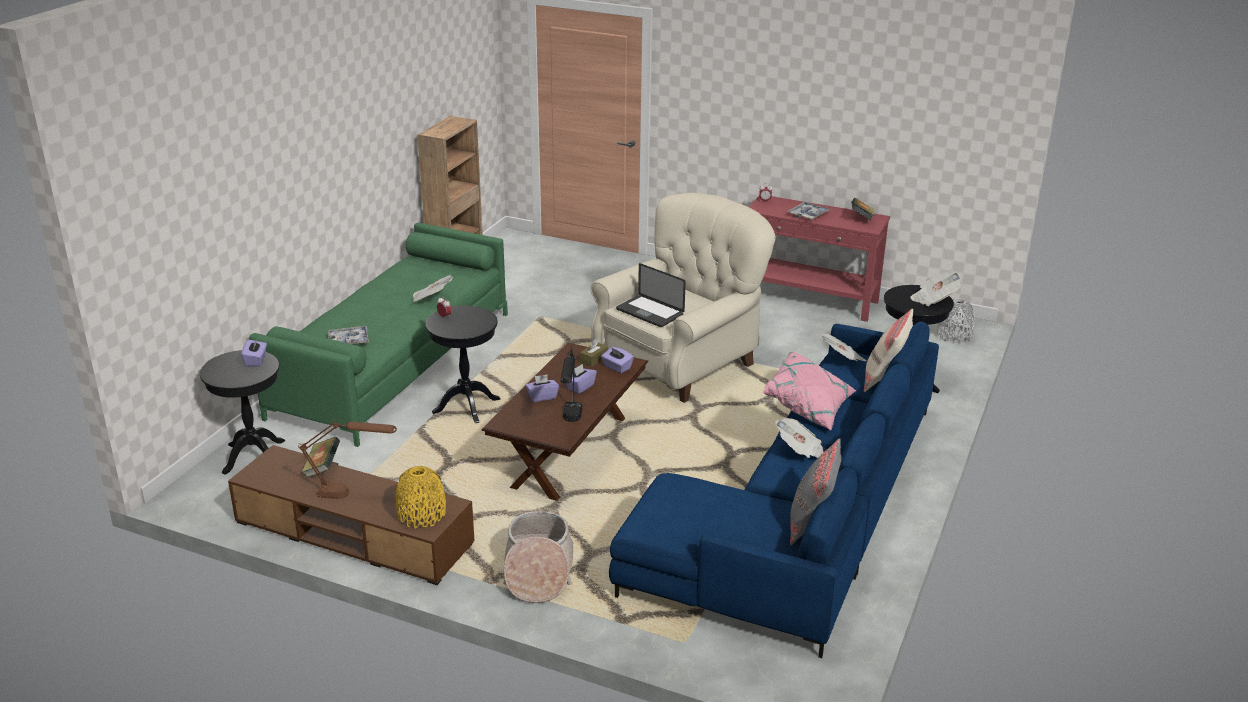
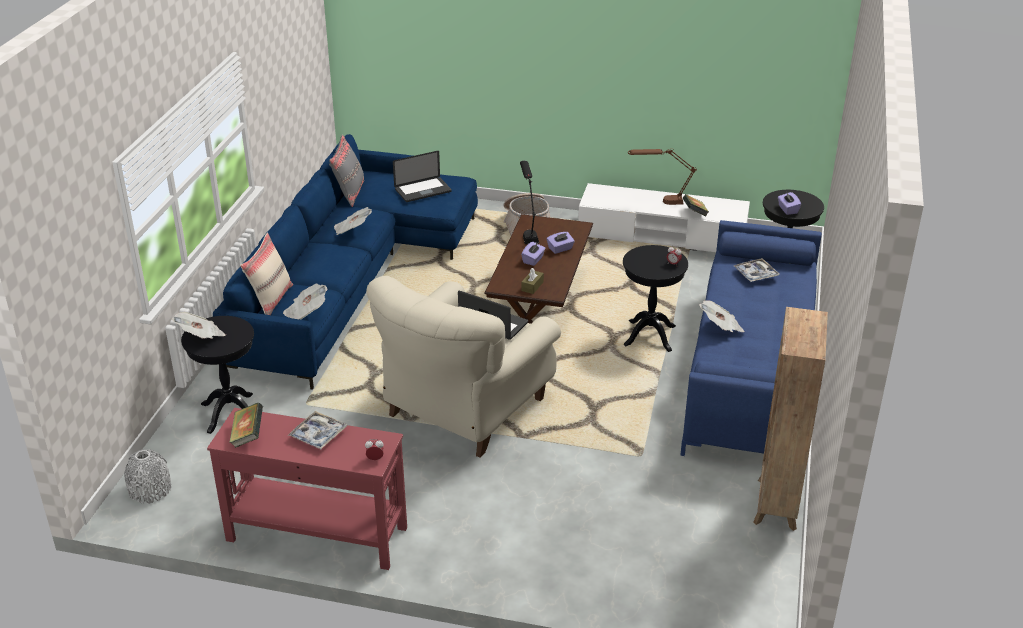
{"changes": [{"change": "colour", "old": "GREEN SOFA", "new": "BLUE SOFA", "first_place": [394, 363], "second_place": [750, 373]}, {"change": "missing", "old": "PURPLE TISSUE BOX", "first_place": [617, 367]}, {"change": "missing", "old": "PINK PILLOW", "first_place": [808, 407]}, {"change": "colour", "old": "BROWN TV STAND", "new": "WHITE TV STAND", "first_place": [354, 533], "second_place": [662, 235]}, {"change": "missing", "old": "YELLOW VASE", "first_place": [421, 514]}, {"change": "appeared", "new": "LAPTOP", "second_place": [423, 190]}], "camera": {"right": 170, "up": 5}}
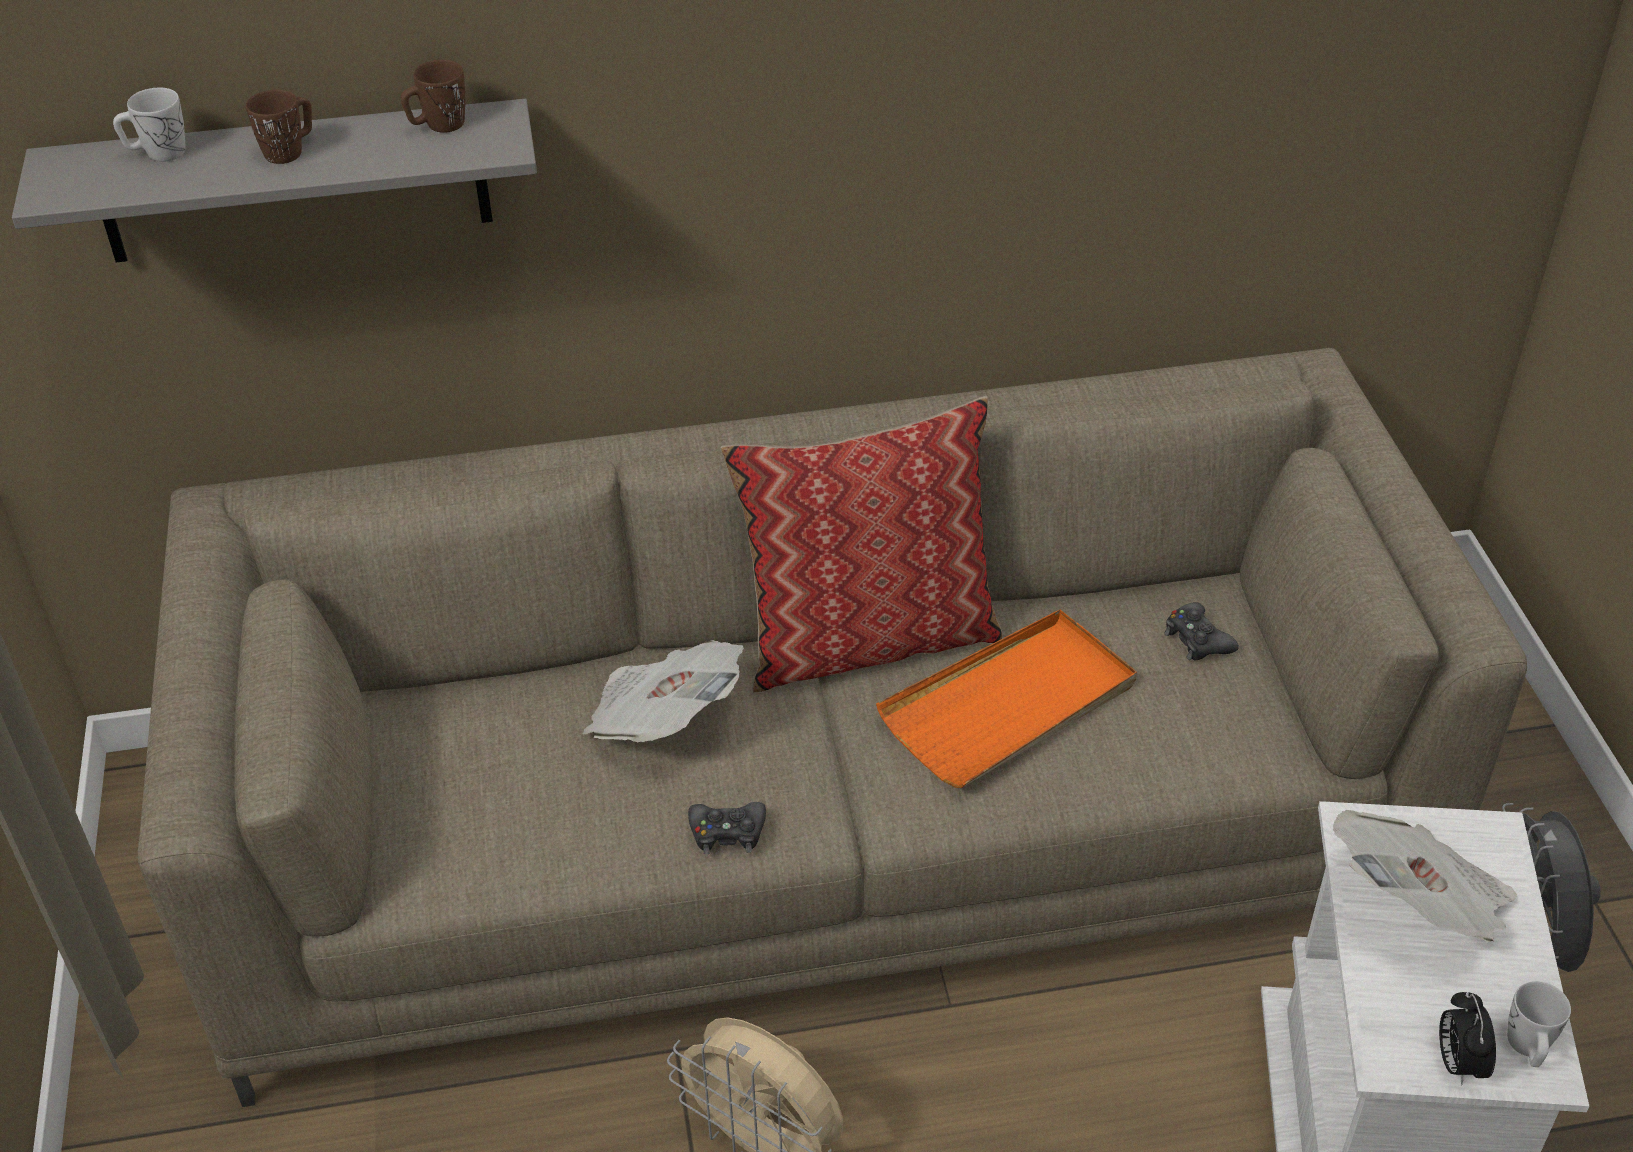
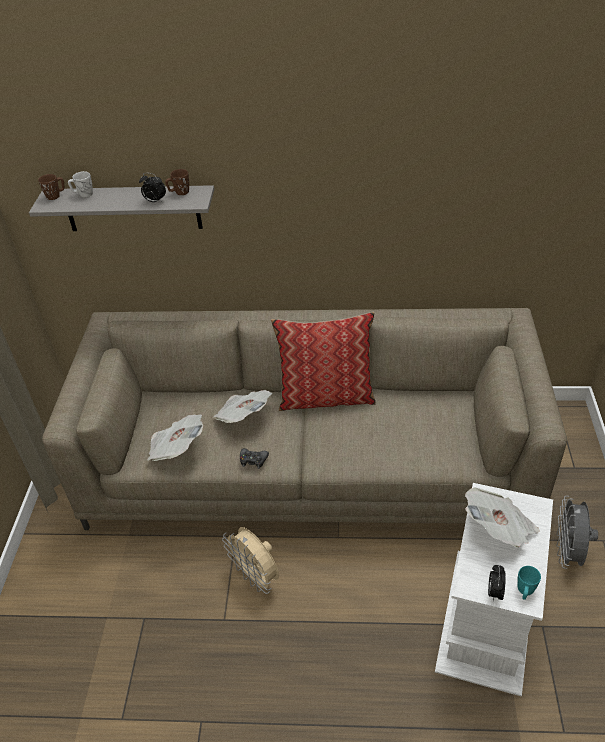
{"changes": [{"change": "relocated", "old": "BROWN MUG", "first_place": [290, 151], "second_place": [56, 195]}, {"change": "missing", "old": "BLACK GAME CONTROLLER", "first_place": [1197, 640]}, {"change": "missing", "old": "ORANGE TRAY", "first_place": [1010, 705]}, {"change": "colour", "old": "WHITE MUG", "new": "TURQUOISE MUG", "first_place": [1528, 1048], "second_place": [525, 591]}, {"change": "appeared", "new": "ALARM CLOCK", "second_place": [155, 201]}, {"change": "appeared", "new": "NEWSPAPER", "second_place": [176, 448]}], "camera": {"right": 15, "up": 0}}
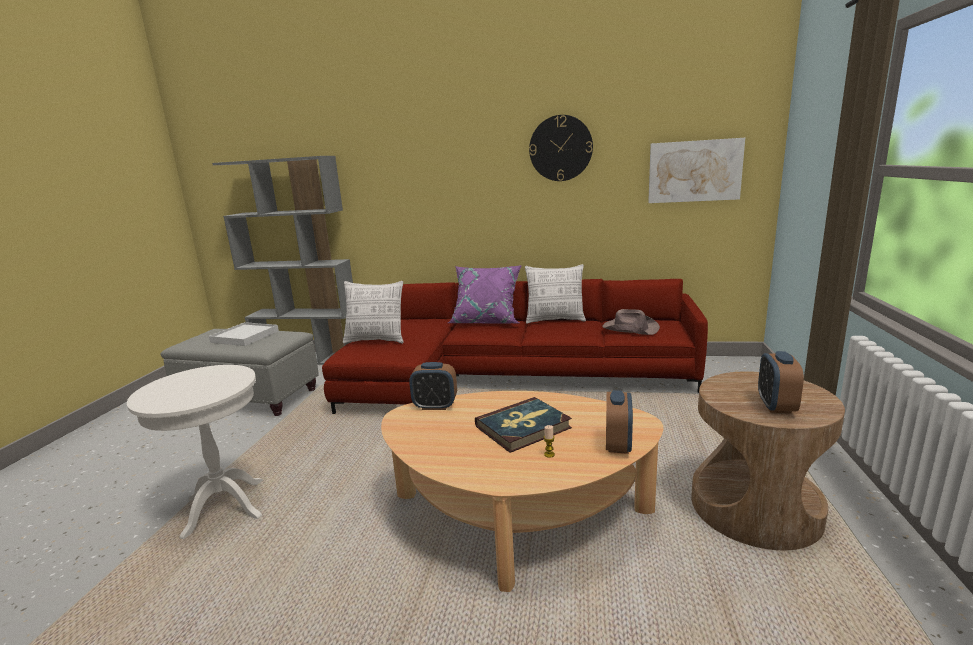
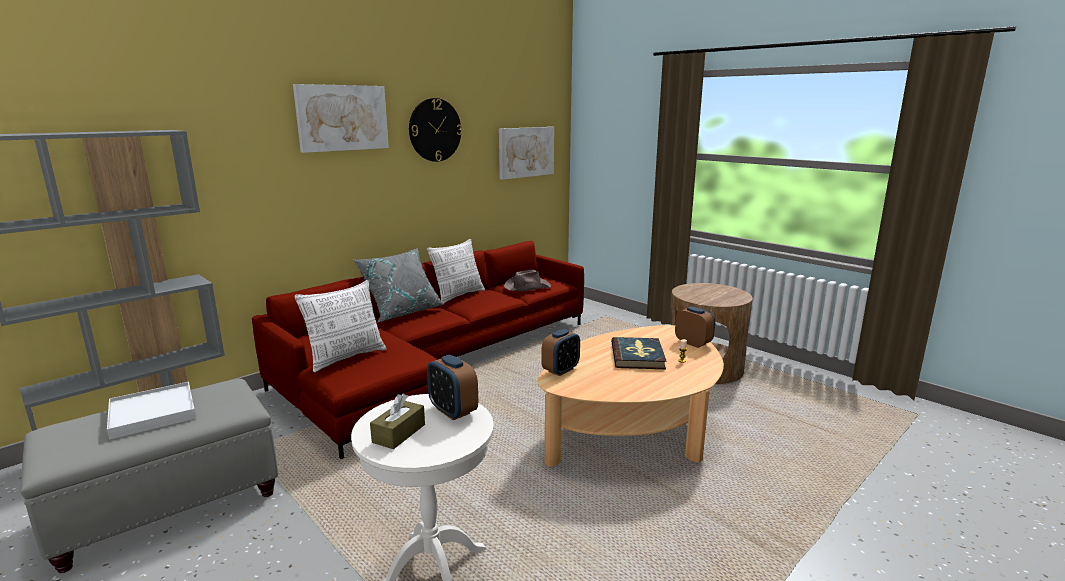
{"changes": [{"change": "colour", "old": "PURPLE PILLOW", "new": "GREY PILLOW", "first_place": [486, 321], "second_place": [402, 312]}, {"change": "relocated", "old": "ALARM CLOCK", "first_place": [776, 406], "second_place": [453, 411]}, {"change": "appeared", "new": "PICTURE", "second_place": [342, 118]}, {"change": "appeared", "new": "BROWN TISSUE BOX", "second_place": [399, 433]}], "camera": {"right": -55, "up": 0}}
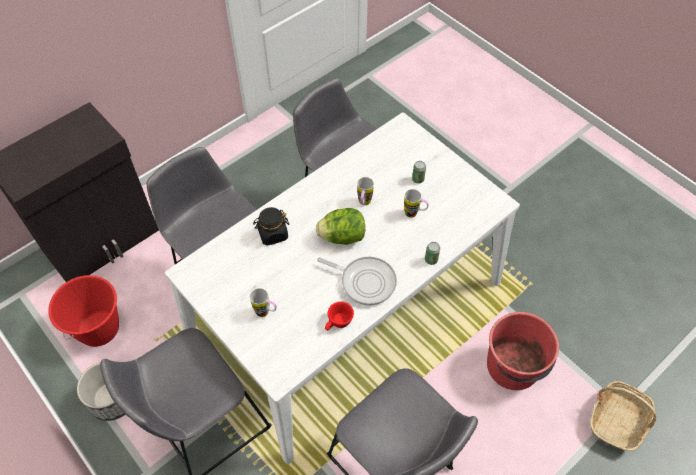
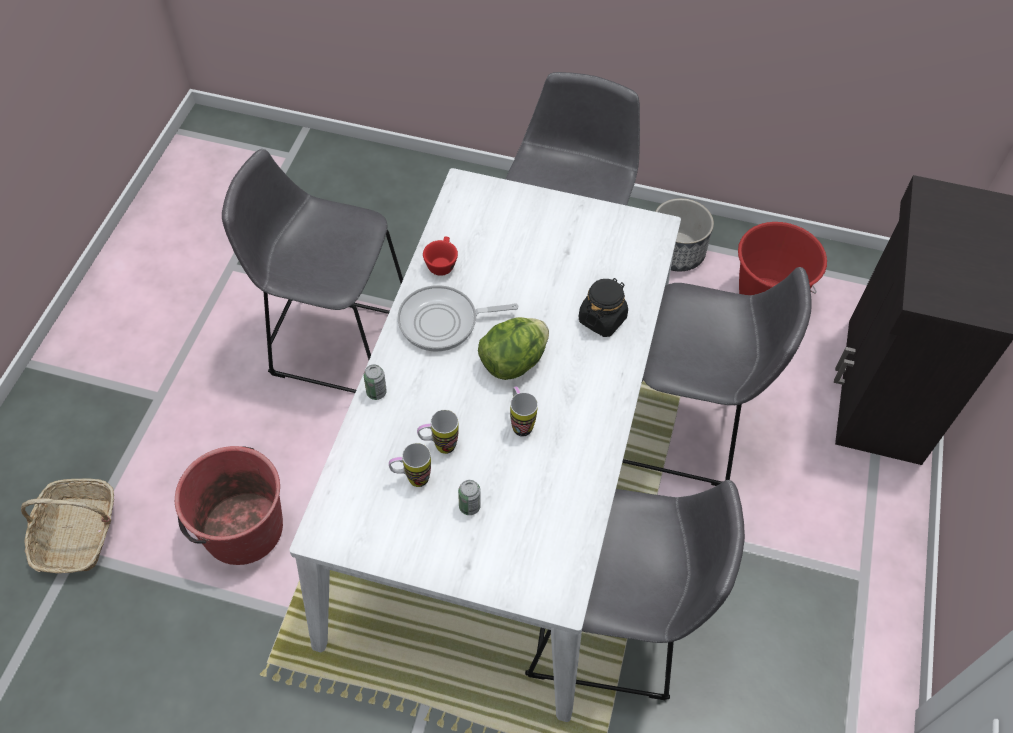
{"changes": [{"change": "relocated", "old": "MUG", "first_place": [266, 313], "second_place": [411, 479]}], "camera": {"right": 145, "up": 0}}
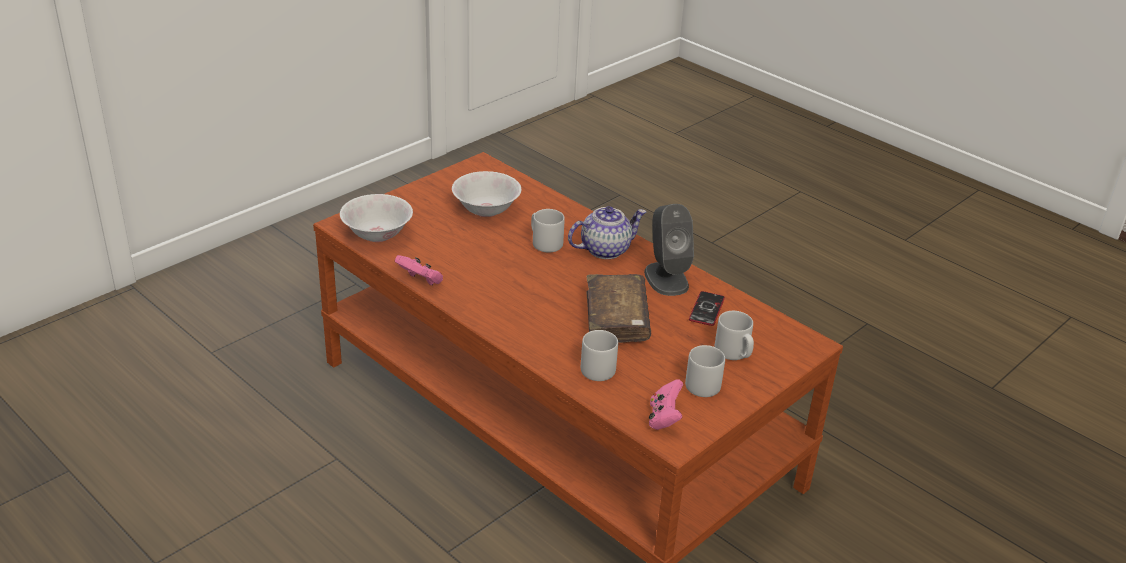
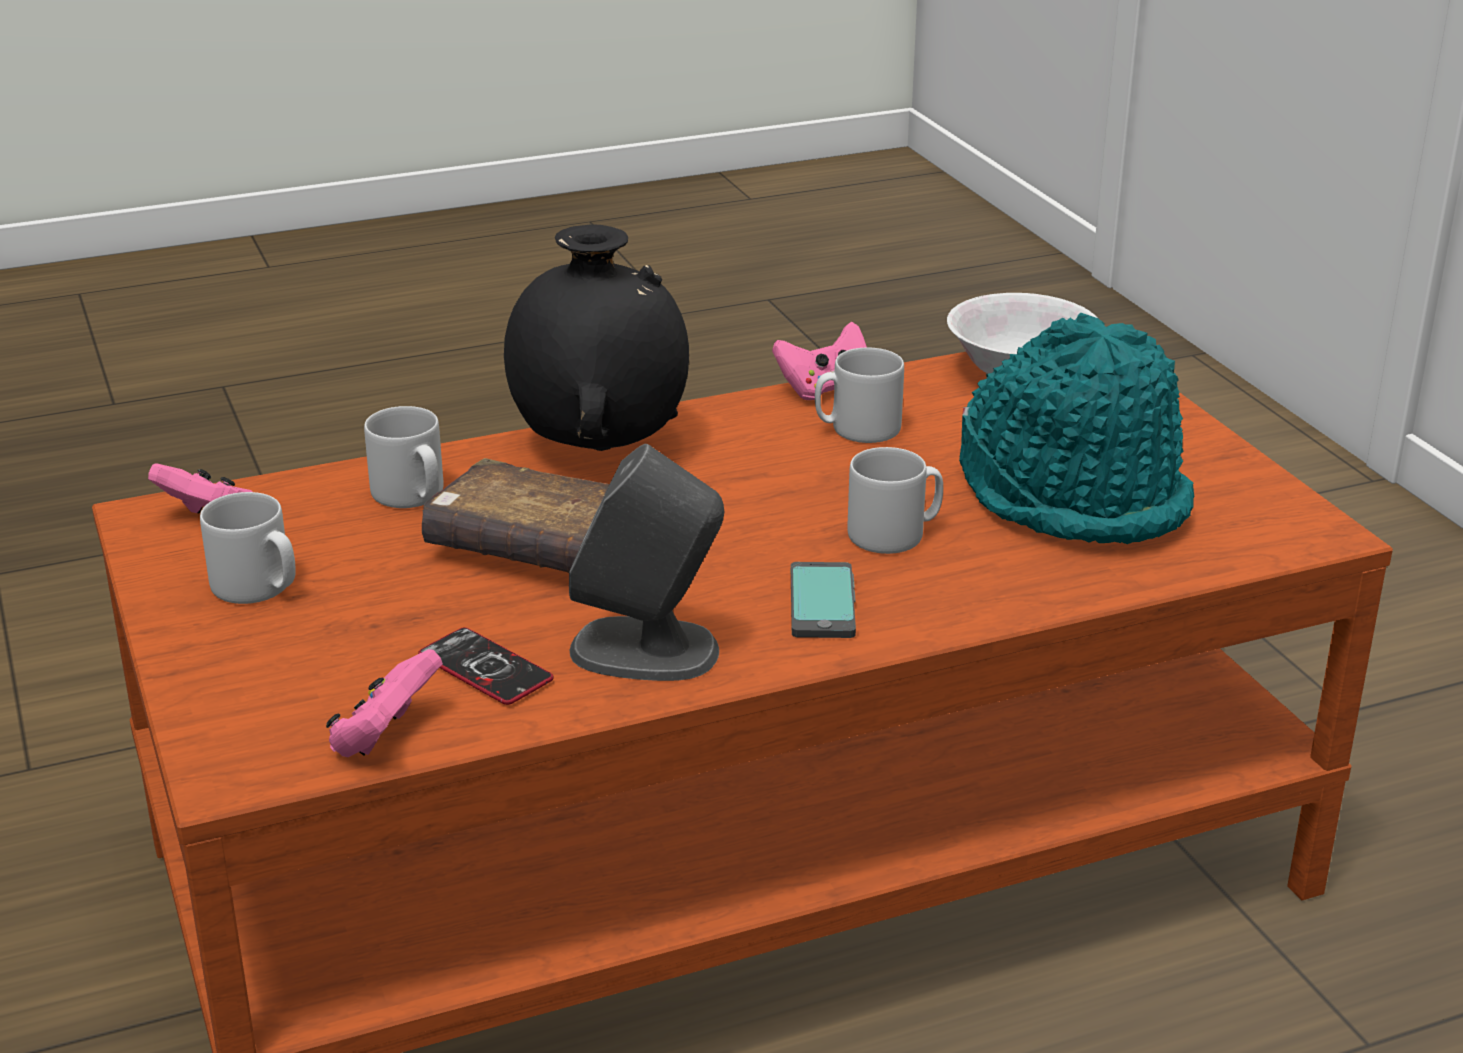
{"changes": [{"change": "exchanged", "old": "WHITE BOWL", "new": "TURQUOISE HAT", "first_place": [486, 210], "second_place": [1075, 495]}, {"change": "exchanged", "old": "TEAPOT", "new": "PHONE", "first_place": [605, 249], "second_place": [823, 602]}, {"change": "relocated", "old": "GREY MUG", "first_place": [734, 353], "second_place": [857, 429]}, {"change": "appeared", "new": "BLACK VASE", "second_place": [599, 448]}, {"change": "appeared", "new": "PINK GAME CONTROLLER", "second_place": [385, 737]}], "camera": {"right": 115, "up": -5}}
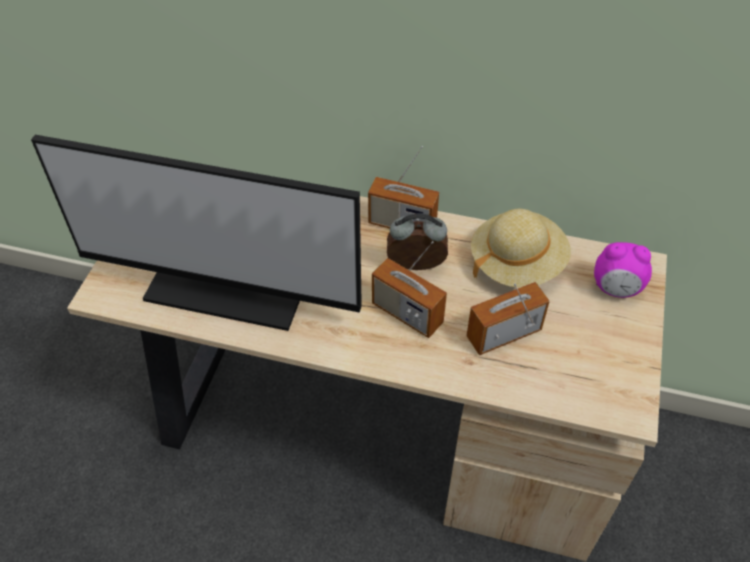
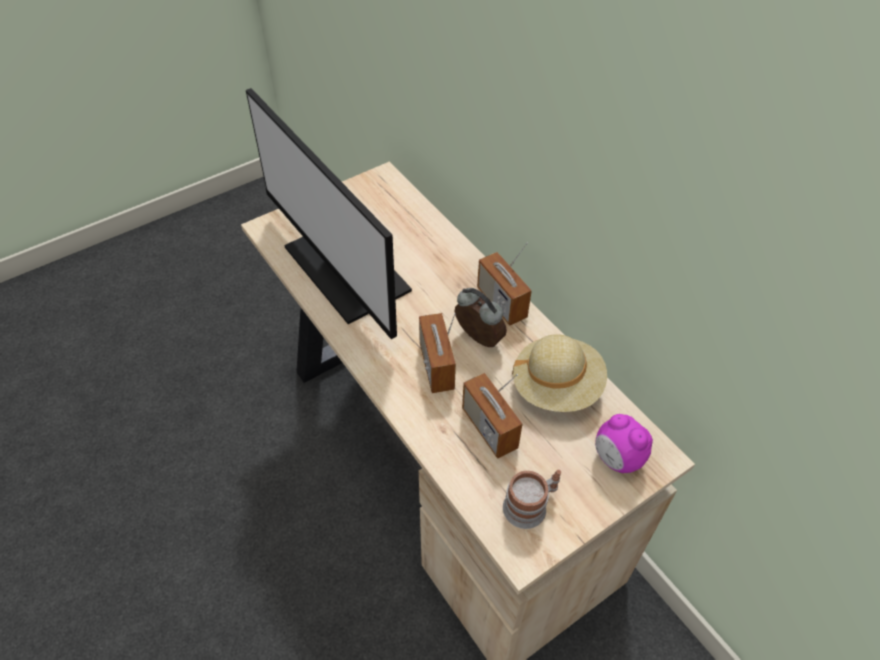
{"changes": [{"change": "spun", "old": "RADIO", "first_place": [503, 334], "second_place": [489, 428], "degrees": -135}, {"change": "appeared", "new": "MUG", "second_place": [530, 505]}], "camera": {"right": 40, "up": 0}}
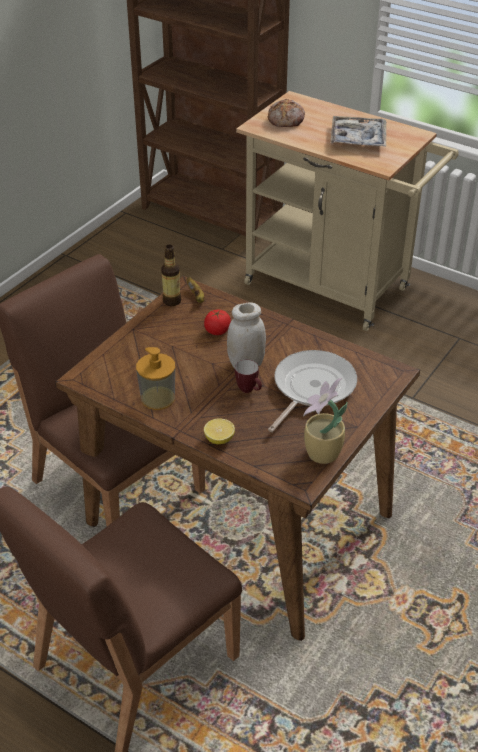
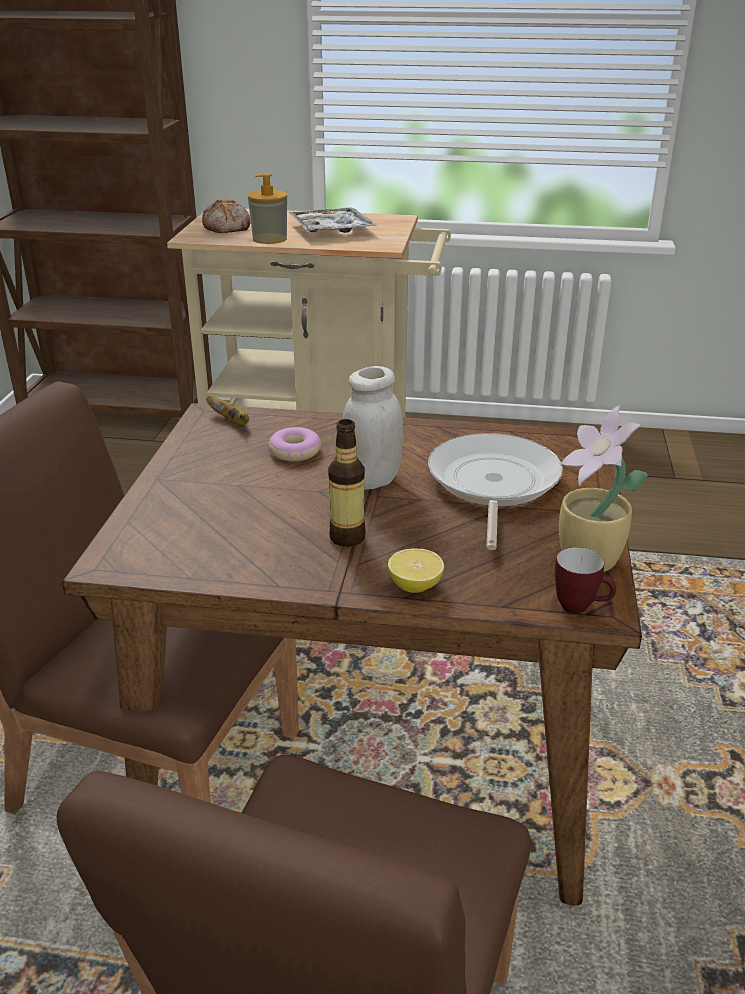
{"changes": [{"change": "relocated", "old": "BOTTLE", "first_place": [172, 301], "second_place": [347, 537]}, {"change": "exchanged", "old": "TOMATO", "new": "DONUT", "first_place": [217, 331], "second_place": [295, 452]}, {"change": "relocated", "old": "SOAP DISPENSER", "first_place": [158, 398], "second_place": [269, 239]}, {"change": "relocated", "old": "MUG", "first_place": [249, 390], "second_place": [581, 608]}], "camera": {"right": -25, "up": -10}}
